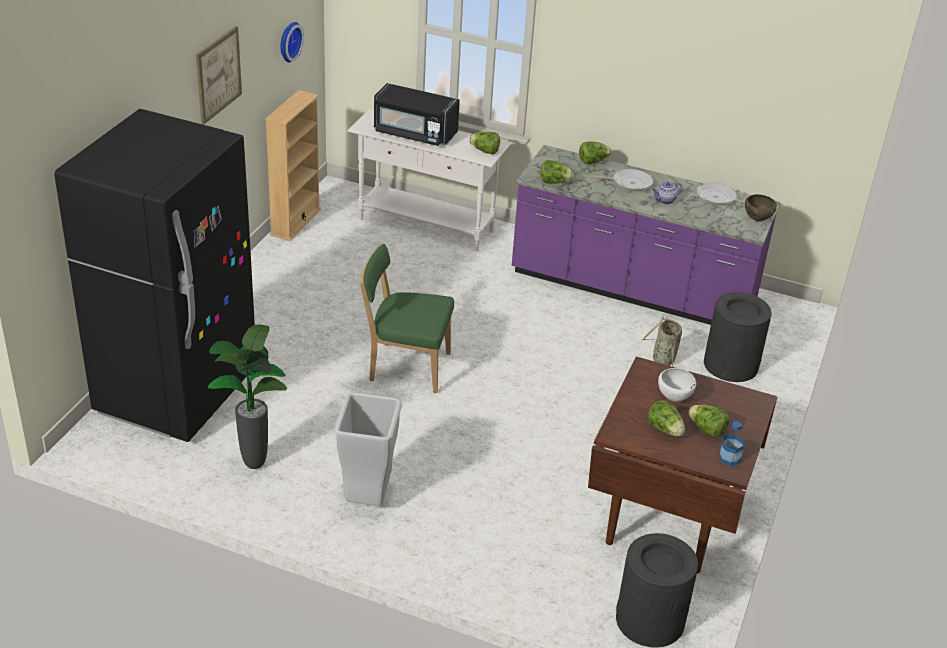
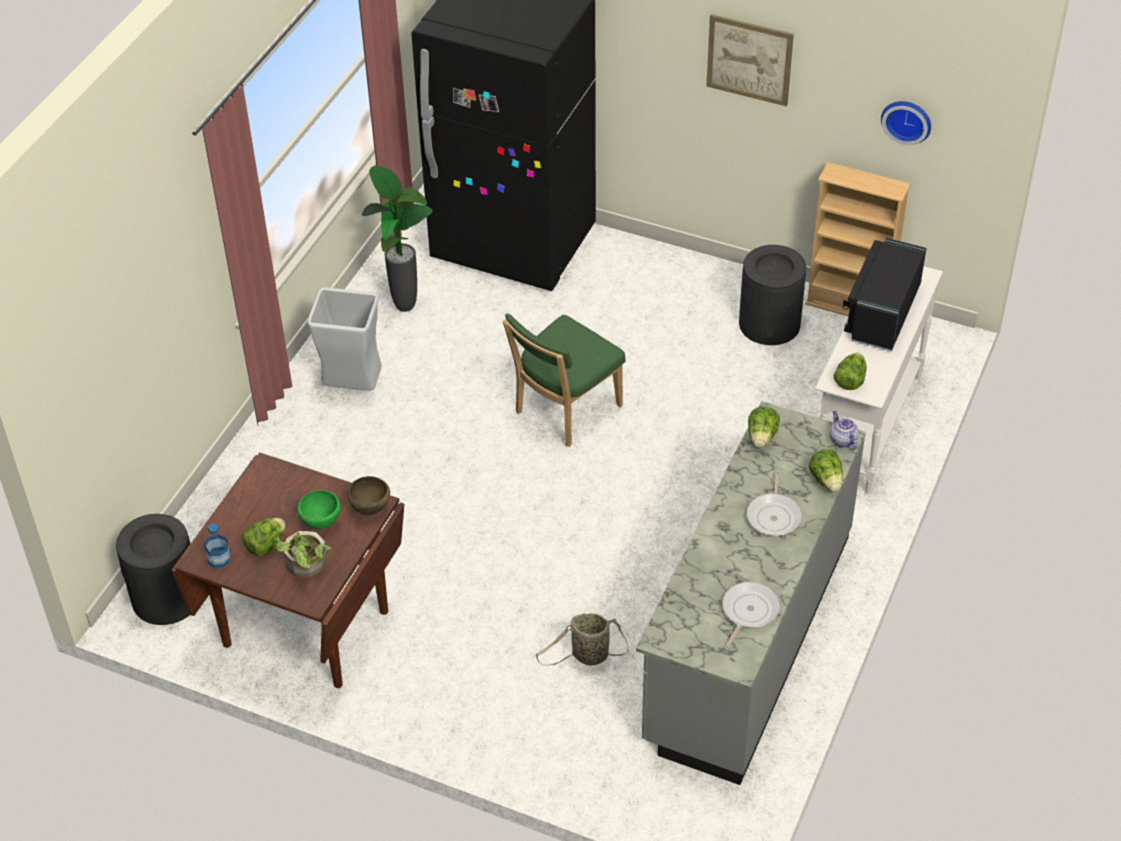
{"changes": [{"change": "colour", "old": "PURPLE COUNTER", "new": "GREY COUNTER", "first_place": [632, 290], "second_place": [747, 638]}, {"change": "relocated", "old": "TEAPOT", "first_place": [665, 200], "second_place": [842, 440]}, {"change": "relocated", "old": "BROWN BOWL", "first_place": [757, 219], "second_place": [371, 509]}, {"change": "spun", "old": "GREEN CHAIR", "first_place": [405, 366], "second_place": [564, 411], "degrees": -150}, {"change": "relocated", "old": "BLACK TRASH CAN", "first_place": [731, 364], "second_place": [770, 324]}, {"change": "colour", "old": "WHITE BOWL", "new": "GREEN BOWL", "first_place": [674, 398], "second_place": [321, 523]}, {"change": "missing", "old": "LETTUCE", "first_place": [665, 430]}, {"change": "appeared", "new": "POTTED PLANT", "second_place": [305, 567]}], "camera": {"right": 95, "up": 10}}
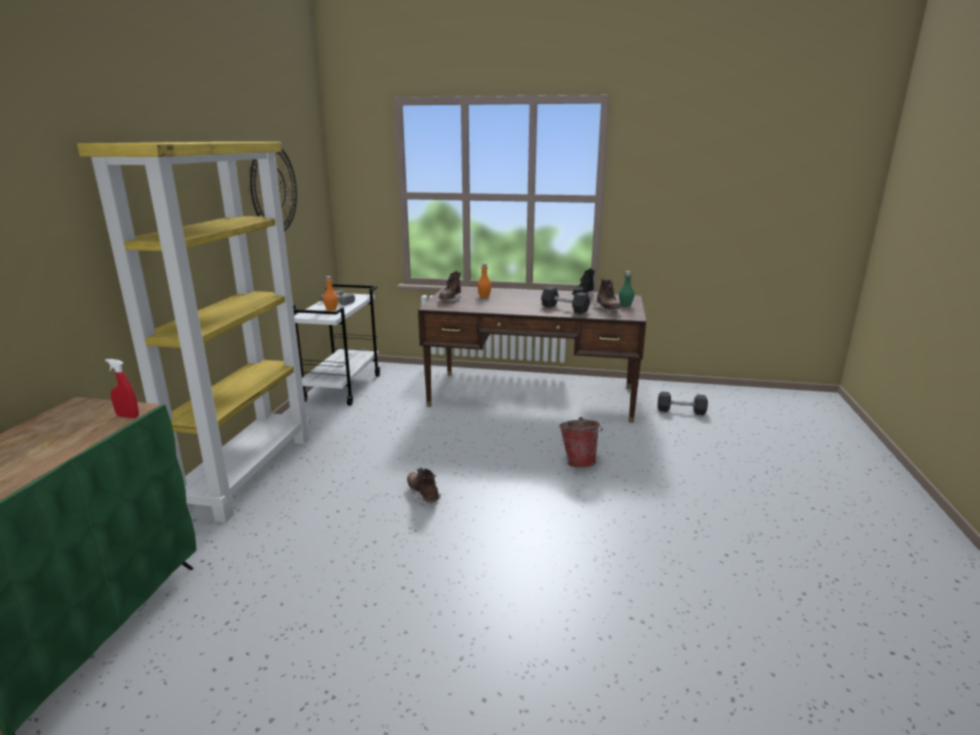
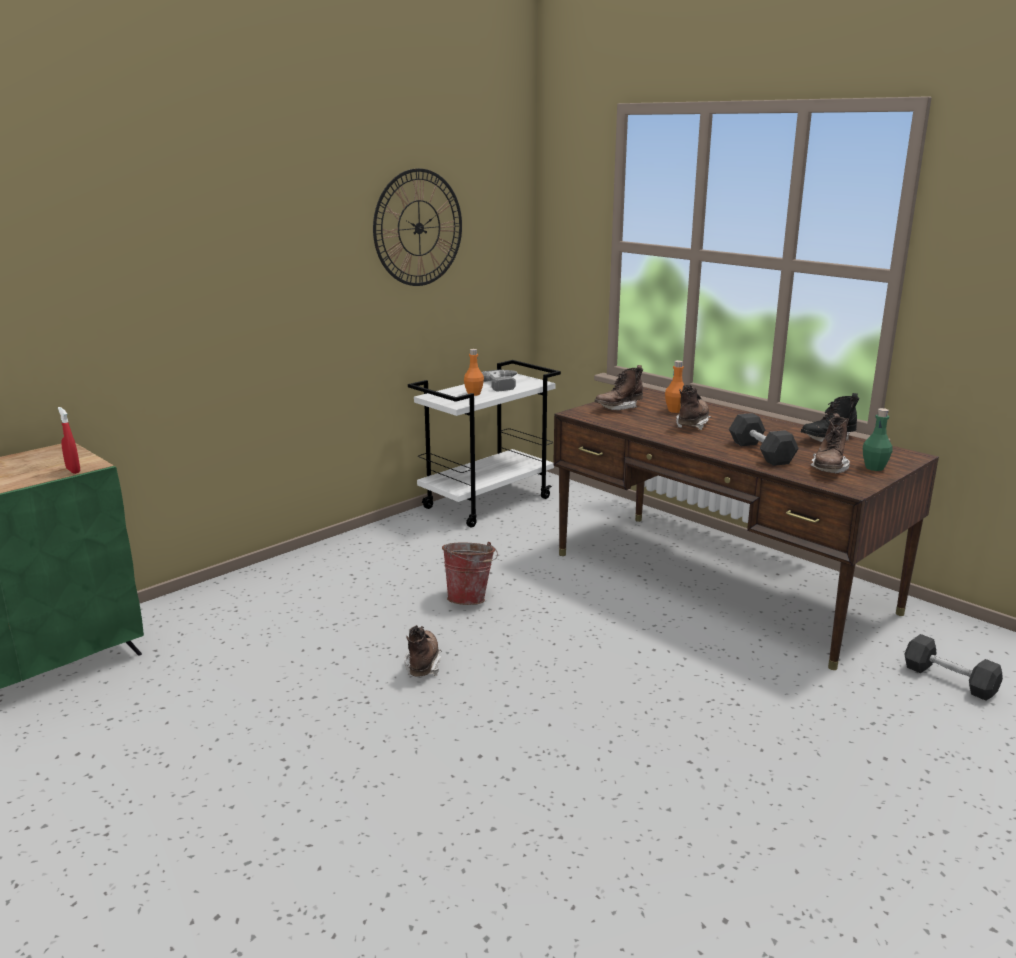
{"changes": [{"change": "missing", "old": "YELLOW BOOKCASE", "first_place": [247, 472]}, {"change": "relocated", "old": "BUCKET", "first_place": [579, 462], "second_place": [470, 599]}, {"change": "appeared", "new": "BROWN BOOT", "second_place": [692, 424]}], "camera": {"right": 35, "up": 0}}
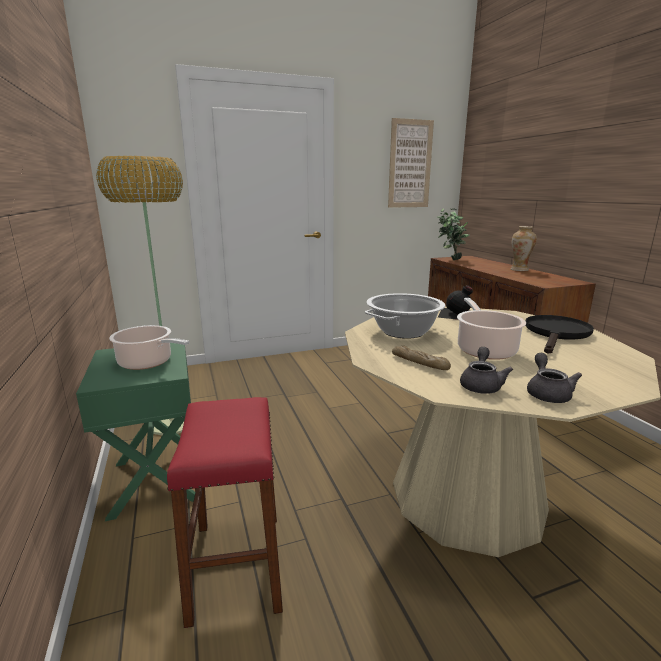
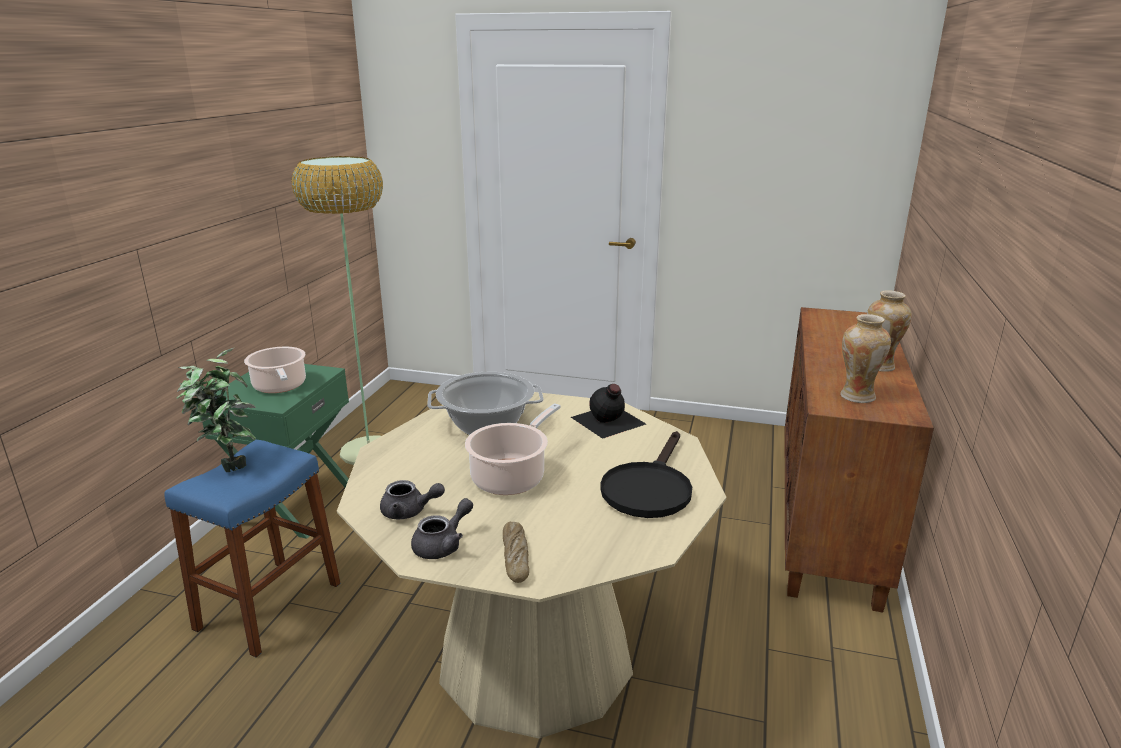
{"changes": [{"change": "missing", "old": "PICTURE", "first_place": [410, 164]}, {"change": "relocated", "old": "POTTED PLANT", "first_place": [449, 259], "second_place": [228, 465]}, {"change": "spun", "old": "BLACK FRYING PAN", "first_place": [556, 334], "second_place": [649, 488], "degrees": 135}, {"change": "relocated", "old": "BREAD", "first_place": [419, 363], "second_place": [515, 557]}, {"change": "spun", "old": "GREY TEAPOT", "first_place": [481, 385], "second_place": [409, 512], "degrees": 45}, {"change": "colour", "old": "RED STOOL", "new": "BLUE STOOL", "first_place": [236, 565], "second_place": [269, 605]}, {"change": "appeared", "new": "VASE", "second_place": [857, 396]}], "camera": {"right": 35, "up": 5}}
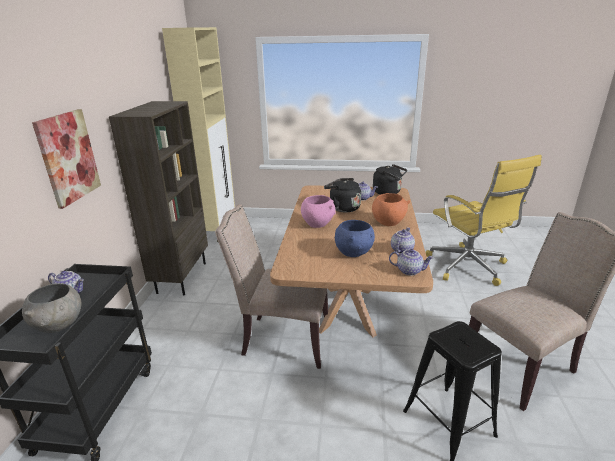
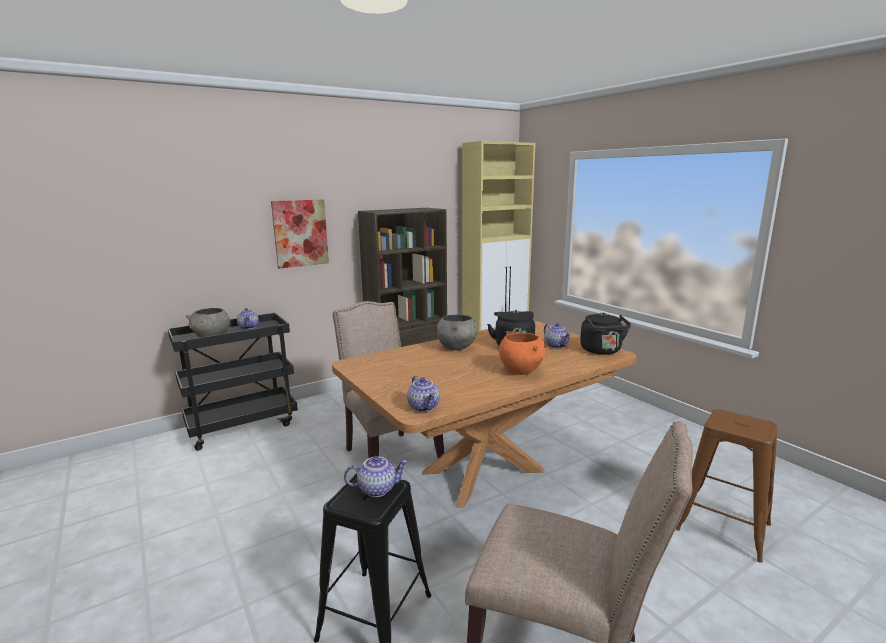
{"changes": [{"change": "exchanged", "old": "YELLOW OFFICE CHAIR", "new": "BROWN STOOL", "first_place": [468, 267], "second_place": [723, 527]}, {"change": "colour", "old": "PINK BOWL", "new": "GREY BOWL", "first_place": [318, 224], "second_place": [457, 348]}, {"change": "missing", "old": "BLUE BOWL", "first_place": [354, 253]}, {"change": "relocated", "old": "TEAPOT", "first_place": [401, 250], "second_place": [377, 489]}], "camera": {"right": 50, "up": -10}}
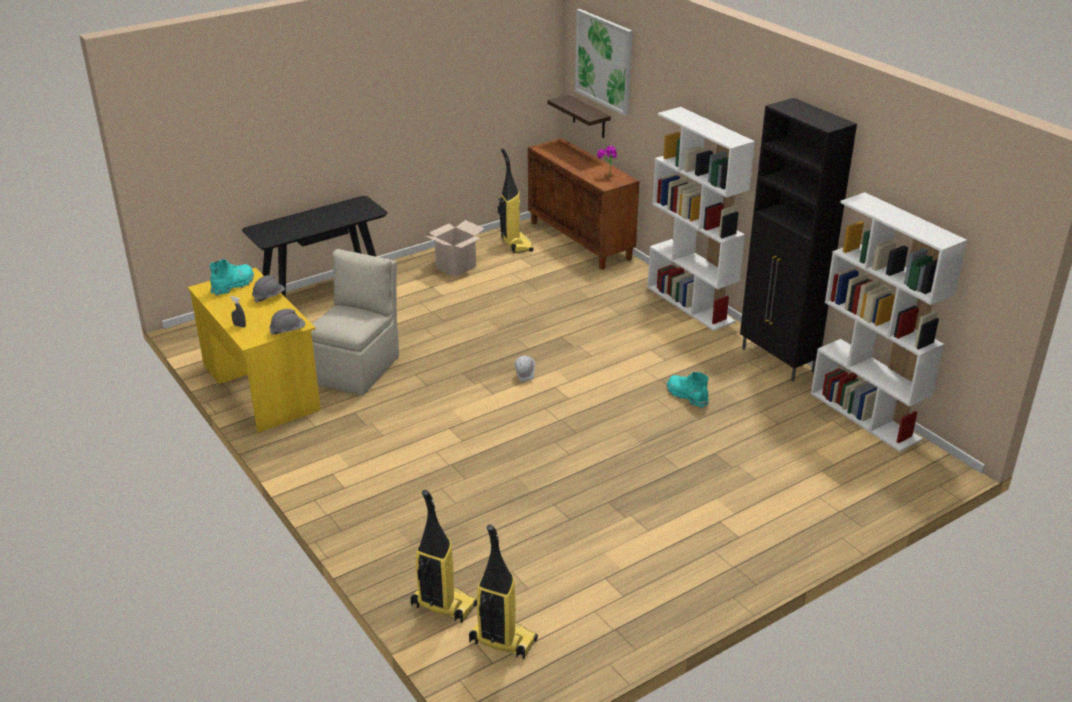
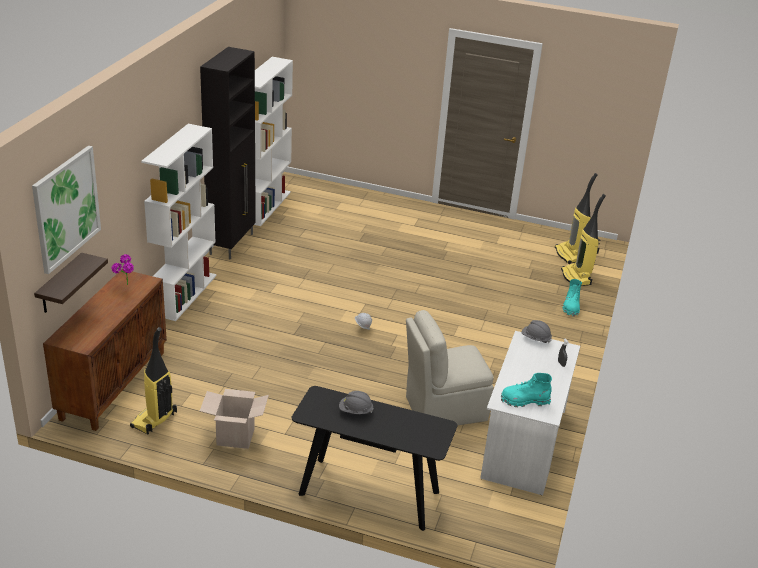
{"changes": [{"change": "colour", "old": "YELLOW DESK", "new": "WHITE DESK", "first_place": [260, 387], "second_place": [524, 444]}, {"change": "relocated", "old": "GREY HARD HAT", "first_place": [269, 297], "second_place": [355, 411]}, {"change": "relocated", "old": "TURQUOISE BOOT", "first_place": [687, 396], "second_place": [571, 307]}], "camera": {"right": -130, "up": 0}}
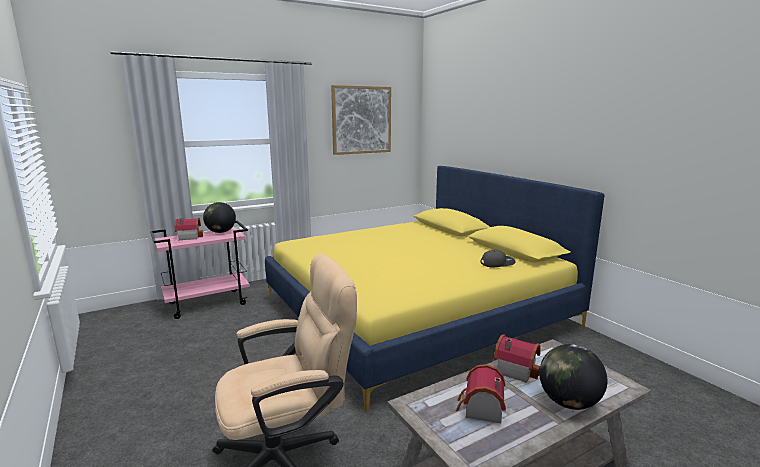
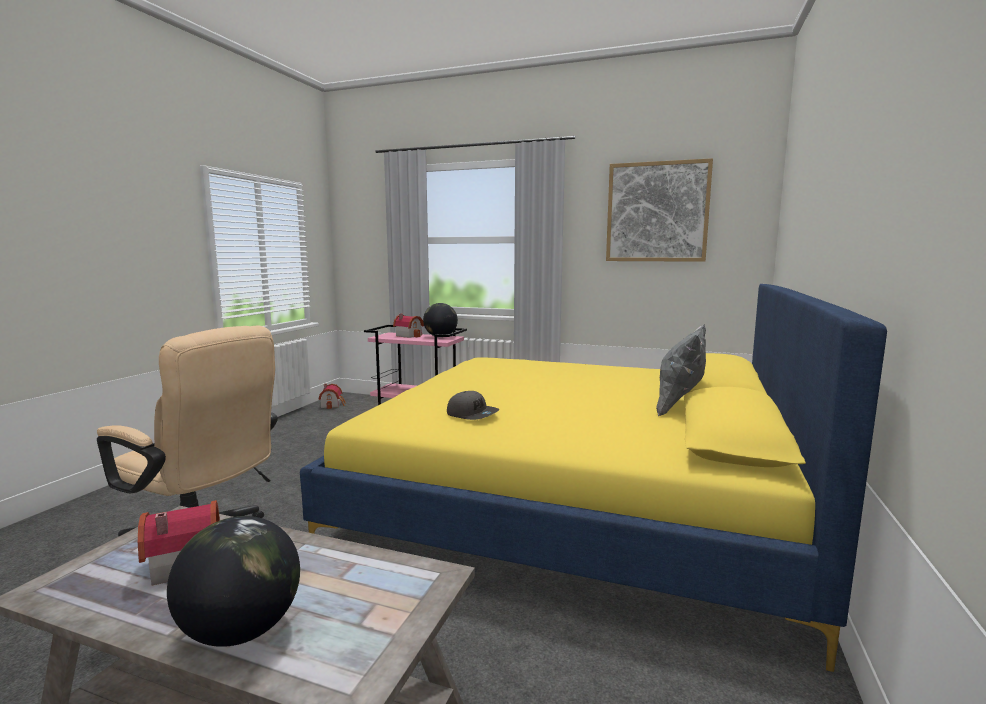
{"changes": [{"change": "relocated", "old": "GREY CAP", "first_place": [497, 263], "second_place": [472, 414]}, {"change": "relocated", "old": "TOY HOUSE", "first_place": [515, 369], "second_place": [332, 405]}, {"change": "appeared", "new": "GREY PILLOW", "second_place": [680, 407]}], "camera": {"right": 50, "up": -5}}
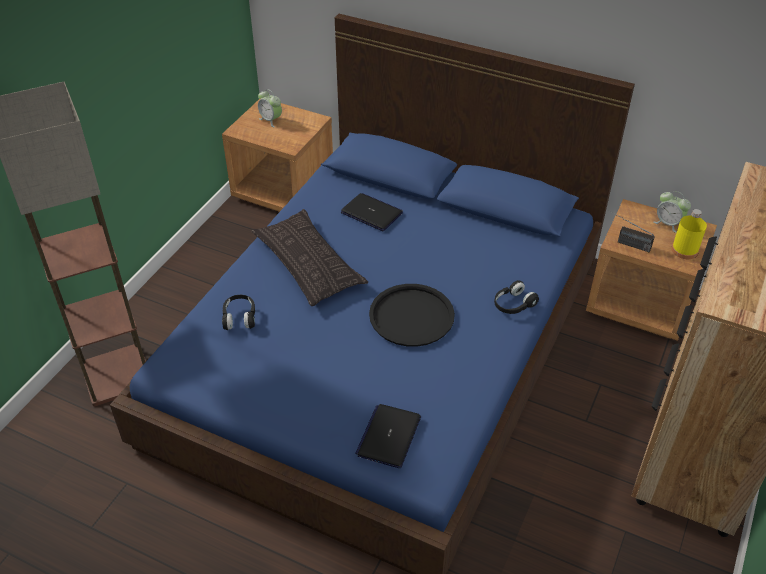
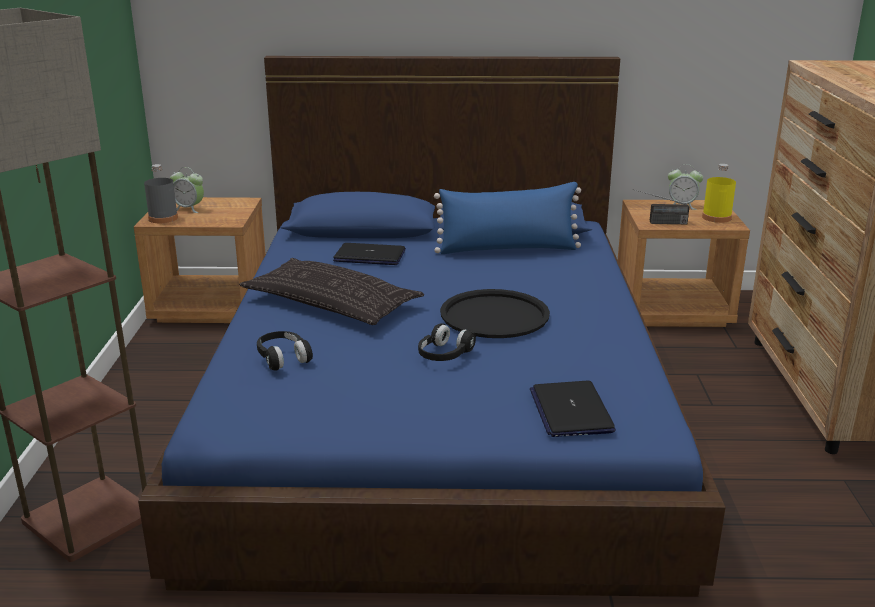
{"changes": [{"change": "relocated", "old": "BLACK HEADPHONES", "first_place": [513, 304], "second_place": [444, 355]}, {"change": "appeared", "new": "GREY BOTTLE", "second_place": [163, 218]}, {"change": "appeared", "new": "BLUE PILLOW", "second_place": [507, 249]}], "camera": {"right": -25, "up": -20}}
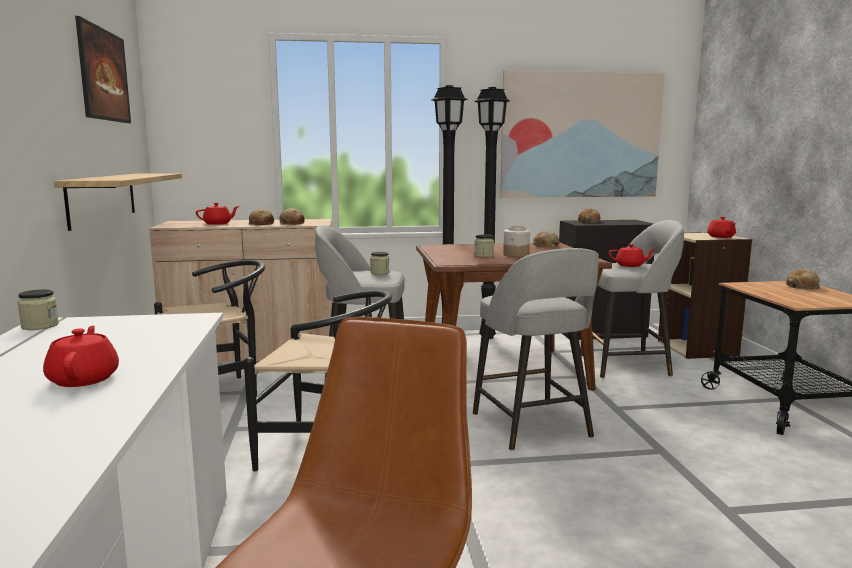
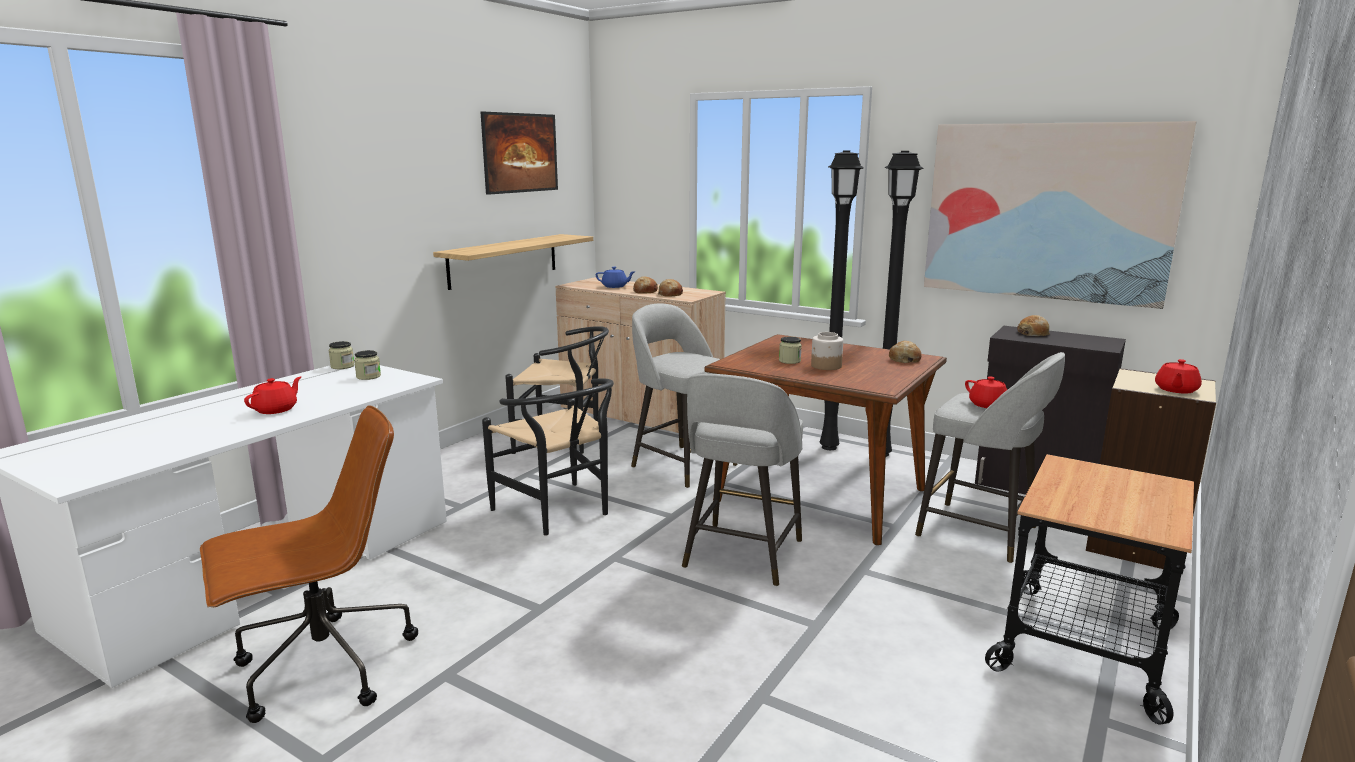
{"changes": [{"change": "colour", "old": "RED TEAPOT", "new": "BLUE TEAPOT", "first_place": [218, 223], "second_place": [615, 286]}, {"change": "relocated", "old": "JAR", "first_place": [379, 273], "second_place": [368, 376]}, {"change": "missing", "old": "BREAD", "first_place": [802, 287]}], "camera": {"right": 40, "up": 5}}
